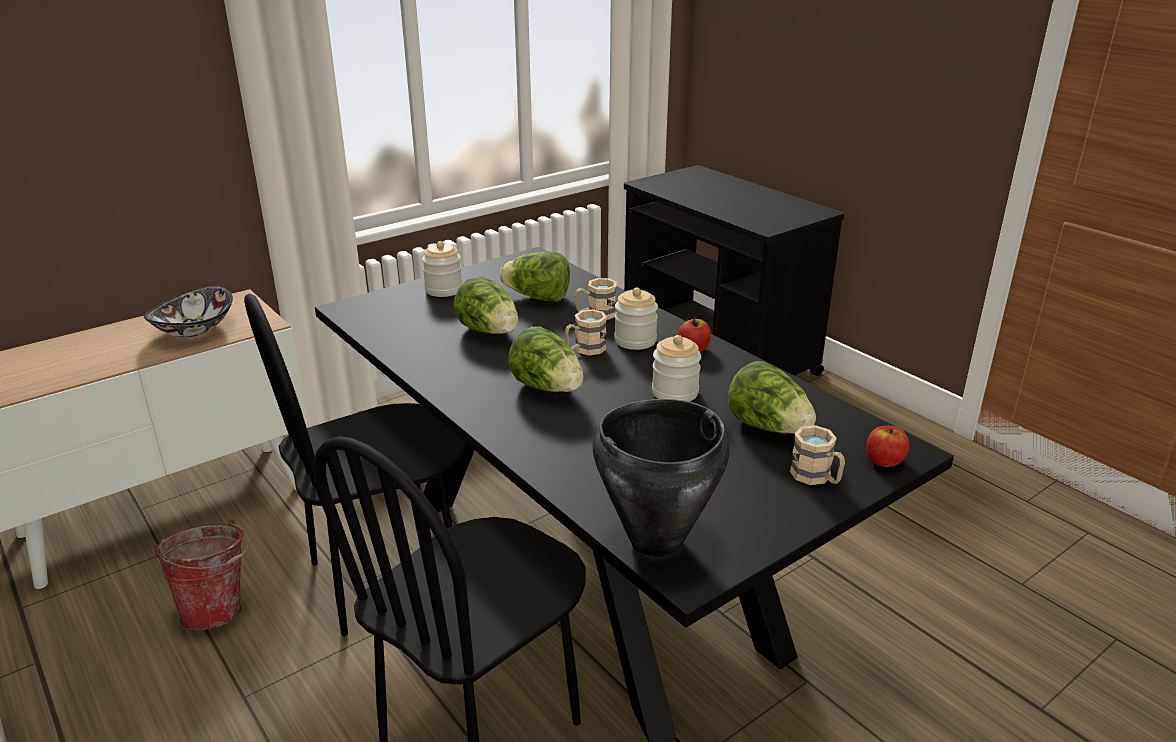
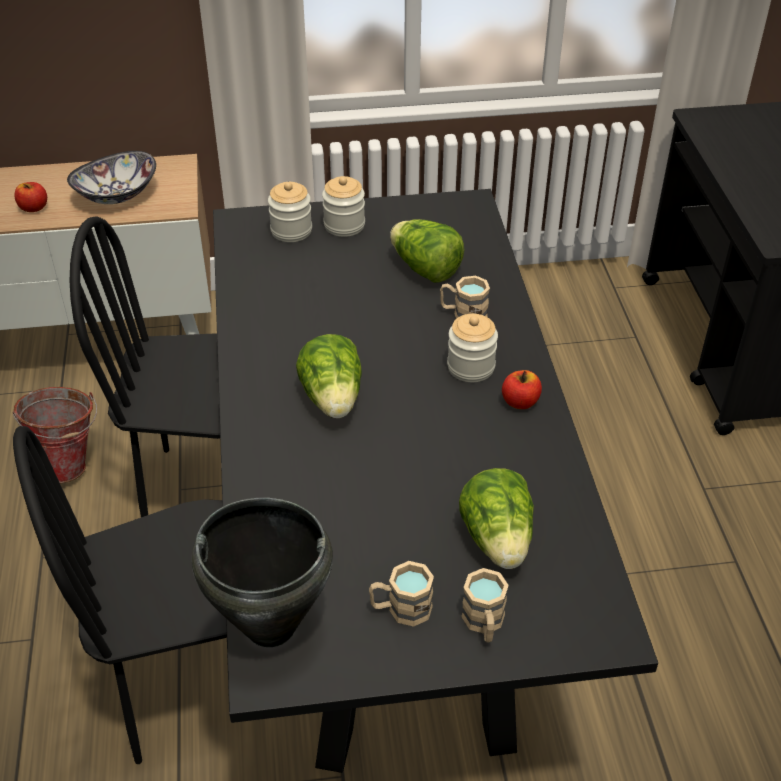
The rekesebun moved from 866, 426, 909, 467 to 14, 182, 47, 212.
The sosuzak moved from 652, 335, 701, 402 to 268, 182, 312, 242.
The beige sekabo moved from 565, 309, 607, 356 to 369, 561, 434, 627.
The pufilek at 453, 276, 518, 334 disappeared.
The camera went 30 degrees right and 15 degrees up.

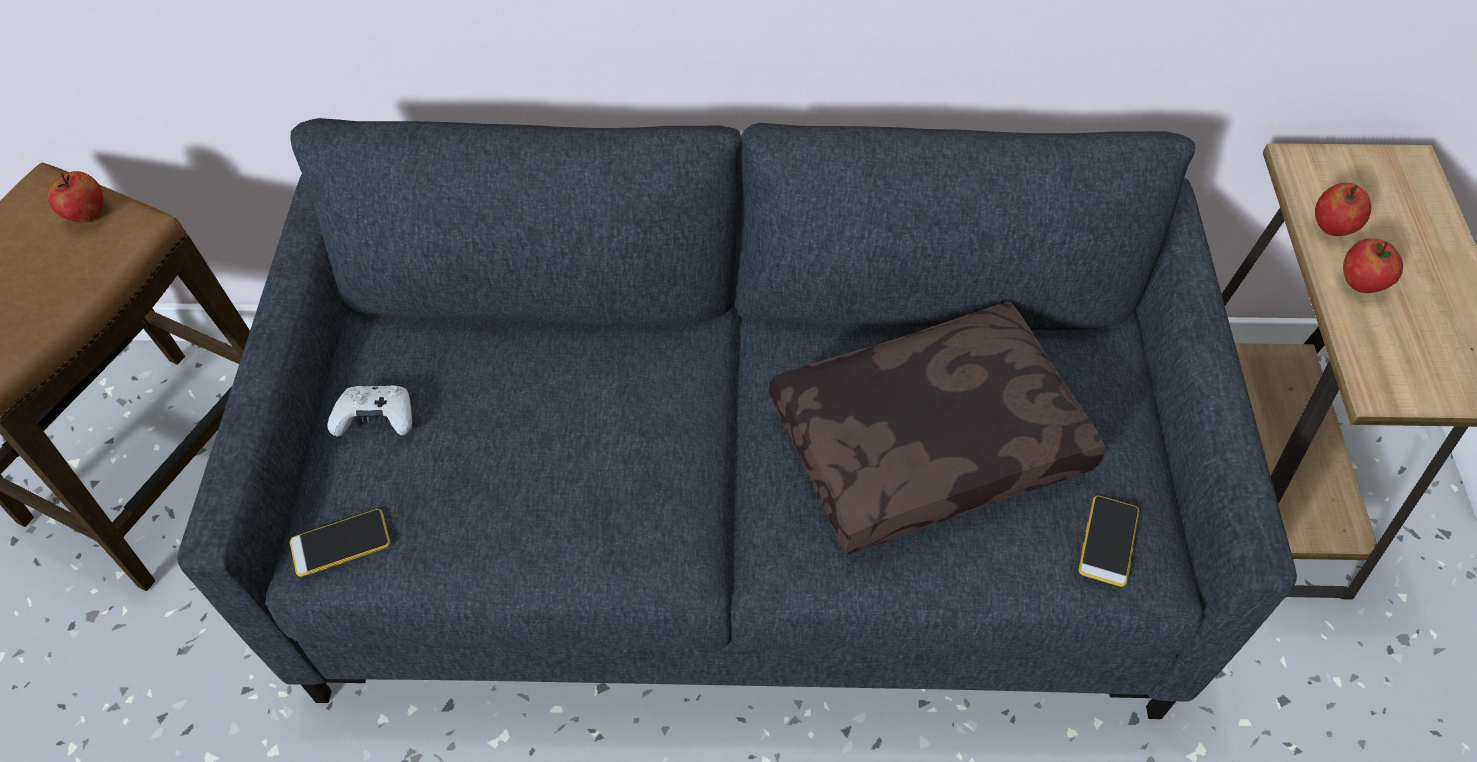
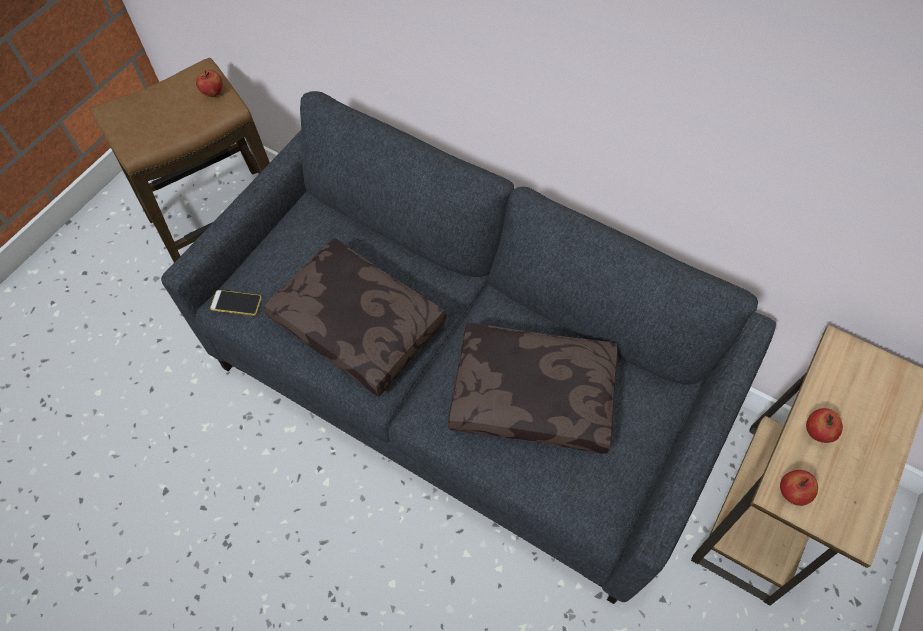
The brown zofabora at 264, 238, 447, 397 appeared.
The rekesebun moved from 1315, 183, 1371, 236 to 780, 470, 818, 506.
The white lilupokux at 327, 384, 412, 437 disappeared.
The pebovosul at 1078, 496, 1139, 587 disappeared.
The camera went 30 degrees right and 5 degrees up.

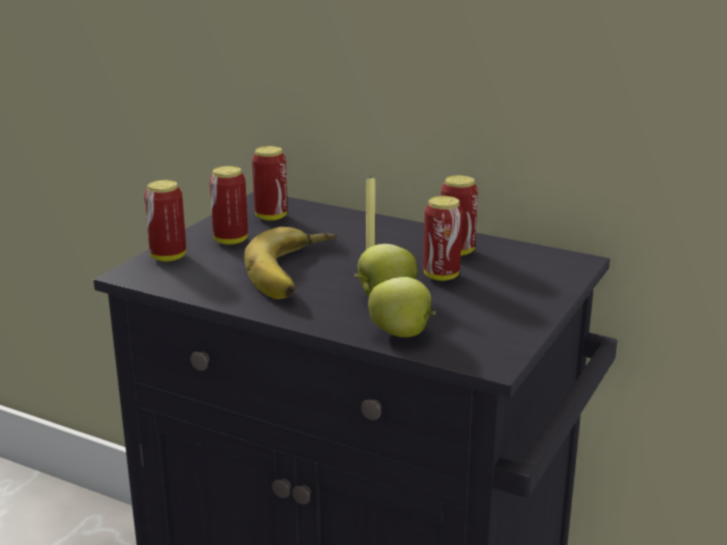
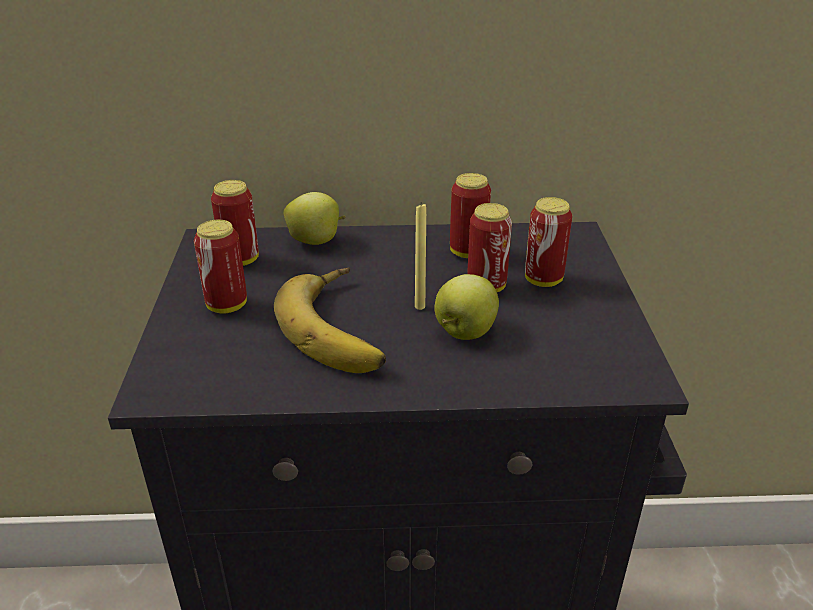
The rekesebun moved from 368, 277, 436, 337 to 284, 192, 345, 245.
The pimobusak moved from 144, 180, 186, 261 to 525, 197, 572, 287.
The camera went 30 degrees left and 10 degrees up.

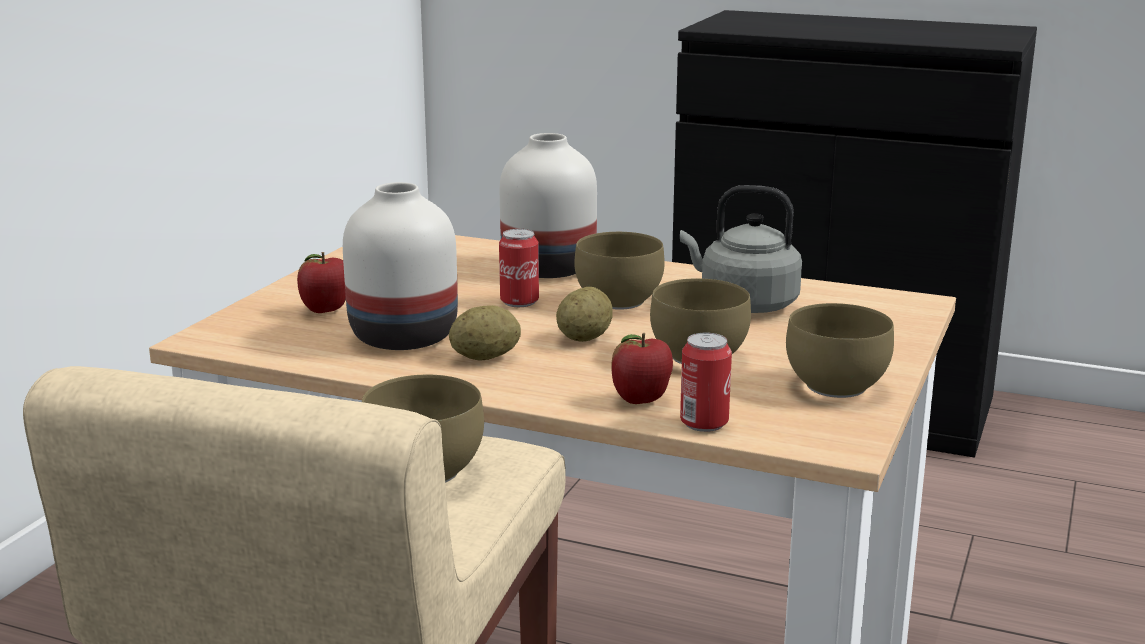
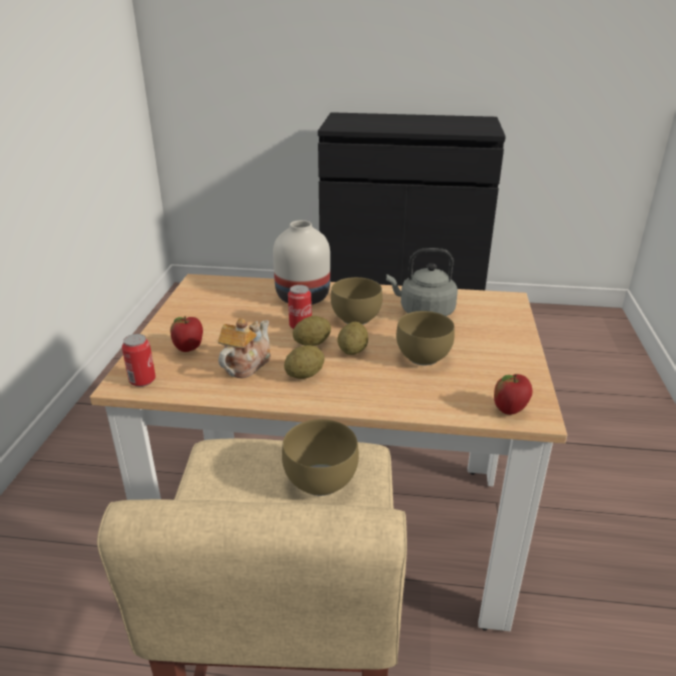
The pimobusak moved from 680, 333, 732, 432 to 122, 334, 156, 387.
The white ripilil at 343, 182, 458, 350 was replaced by the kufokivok at 218, 318, 271, 378.
The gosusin at 293, 316, 331, 346 appeared.
The rekesebun moved from 611, 333, 673, 404 to 494, 374, 532, 415.
The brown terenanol at 786, 303, 894, 398 disappeared.
The camera went 15 degrees left and 10 degrees up.

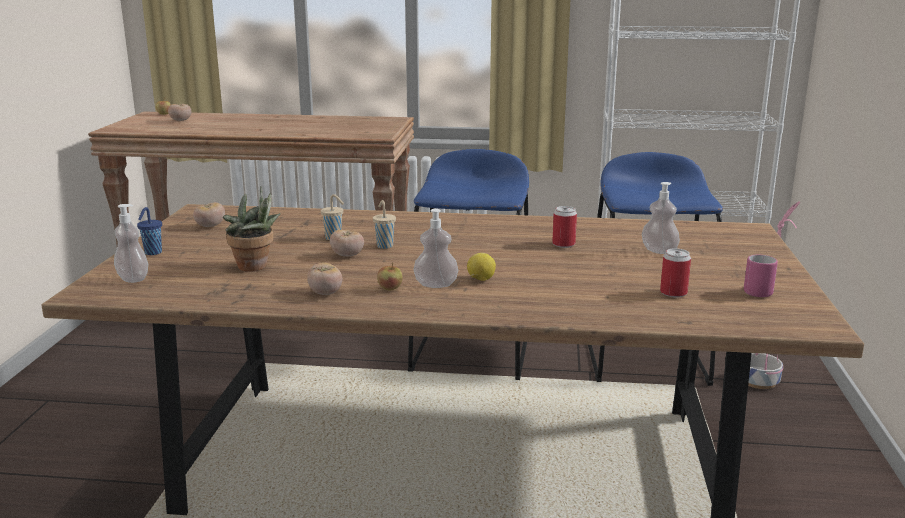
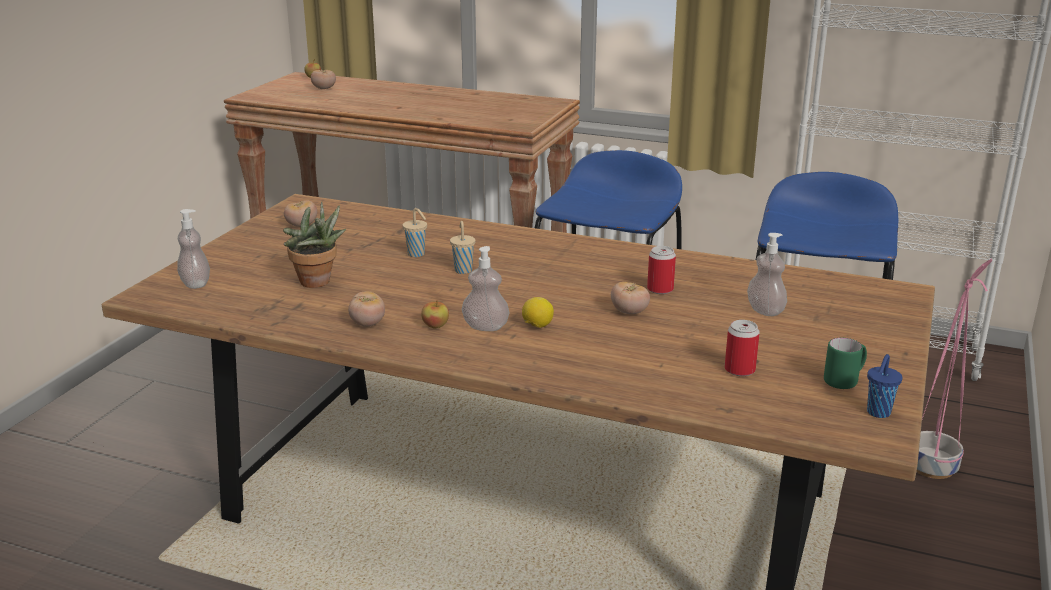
The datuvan moved from 330, 230, 364, 257 to 611, 282, 650, 314.
The pink sekabo at 744, 255, 778, 297 became the green sekabo at 824, 338, 867, 389.
The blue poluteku moved from 137, 207, 162, 255 to 867, 354, 902, 418.
The camera went 15 degrees right and 5 degrees up.

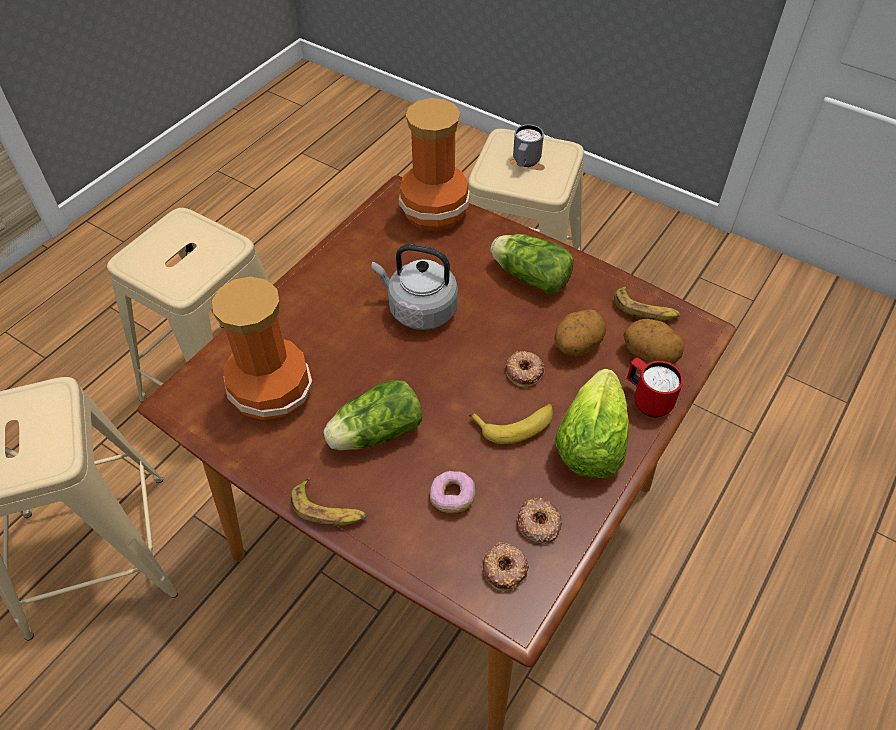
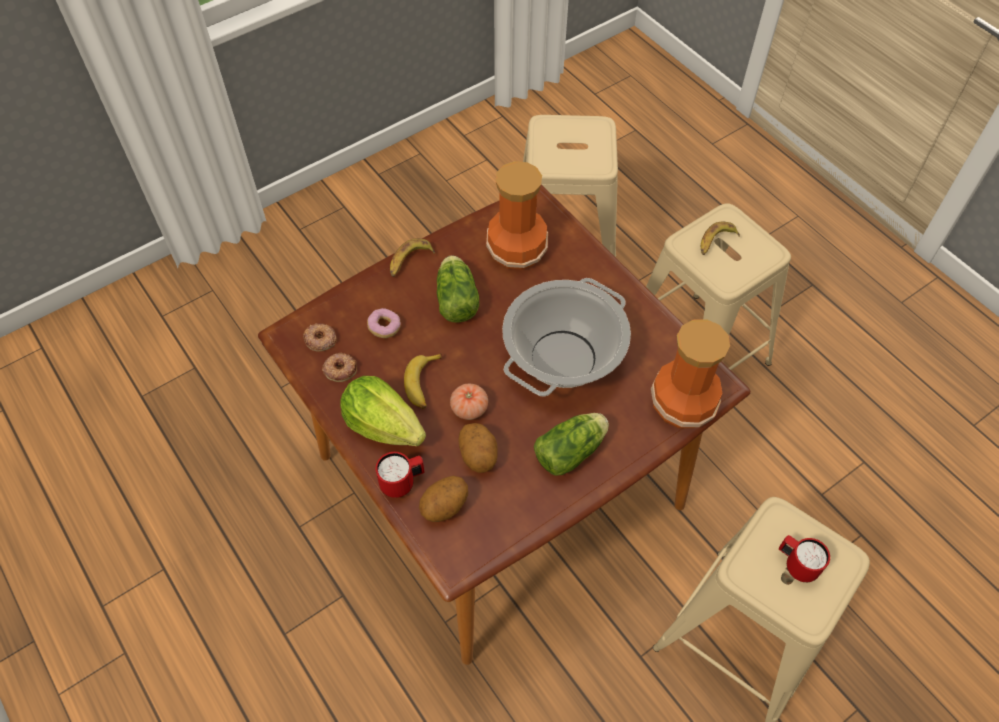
The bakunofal at 506, 351, 545, 388 was replaced by the datuvan at 450, 384, 488, 420.
The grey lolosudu at 371, 244, 458, 330 was replaced by the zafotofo at 502, 278, 631, 397.
The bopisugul moved from 614, 285, 681, 321 to 701, 221, 740, 255.
The grey sekabo at 513, 124, 544, 167 became the red sekabo at 779, 535, 830, 582.
The camera went 110 degrees right and 5 degrees up.

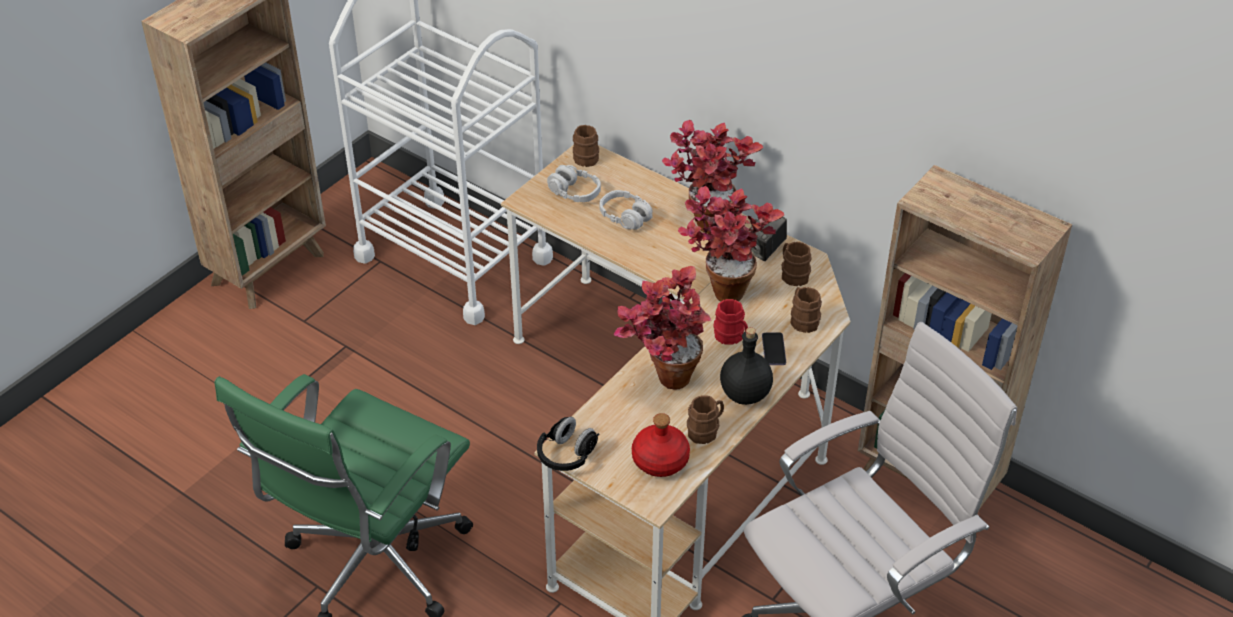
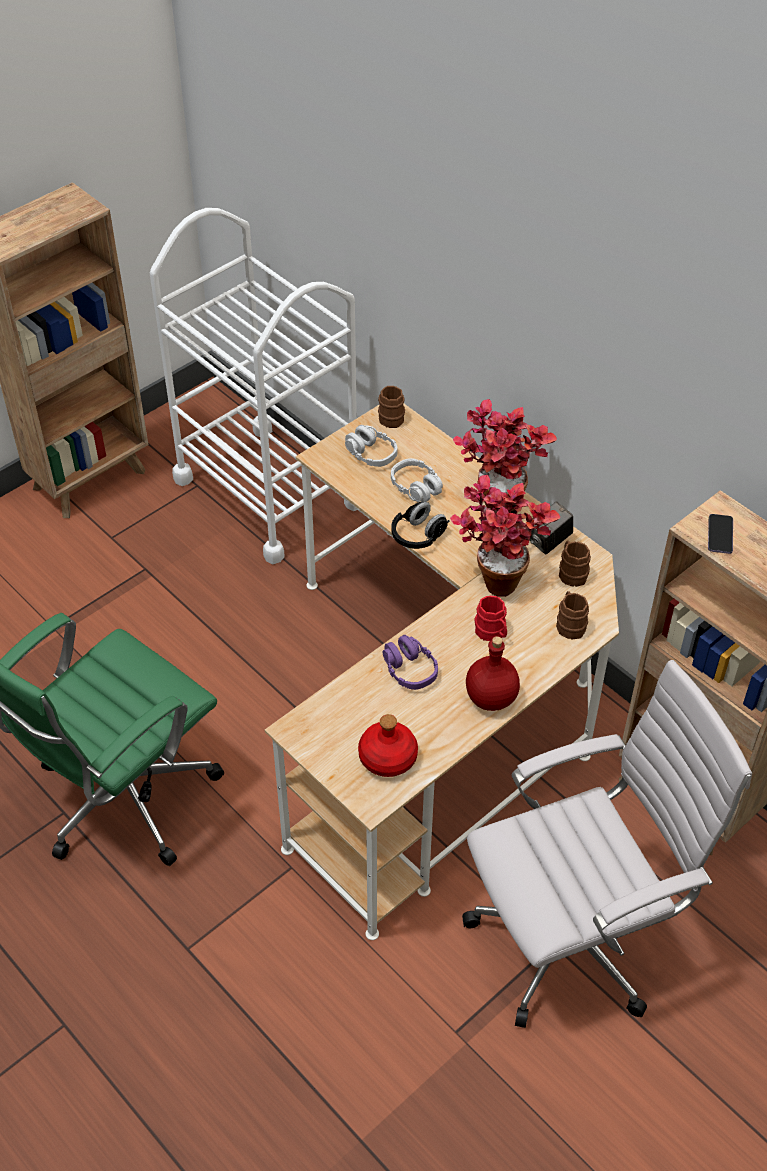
The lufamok at 613, 266, 711, 390 was replaced by the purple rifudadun at 382, 635, 438, 690.
The black rifudadun moved from 537, 417, 599, 471 to 391, 502, 450, 549.
The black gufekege at 720, 327, 773, 405 became the red gufekege at 466, 636, 520, 711.
The pebovosul moved from 762, 332, 786, 365 to 708, 514, 733, 554.
The brown sekabo at 687, 395, 724, 444 disappeared.
The camera went 10 degrees right and 5 degrees up.

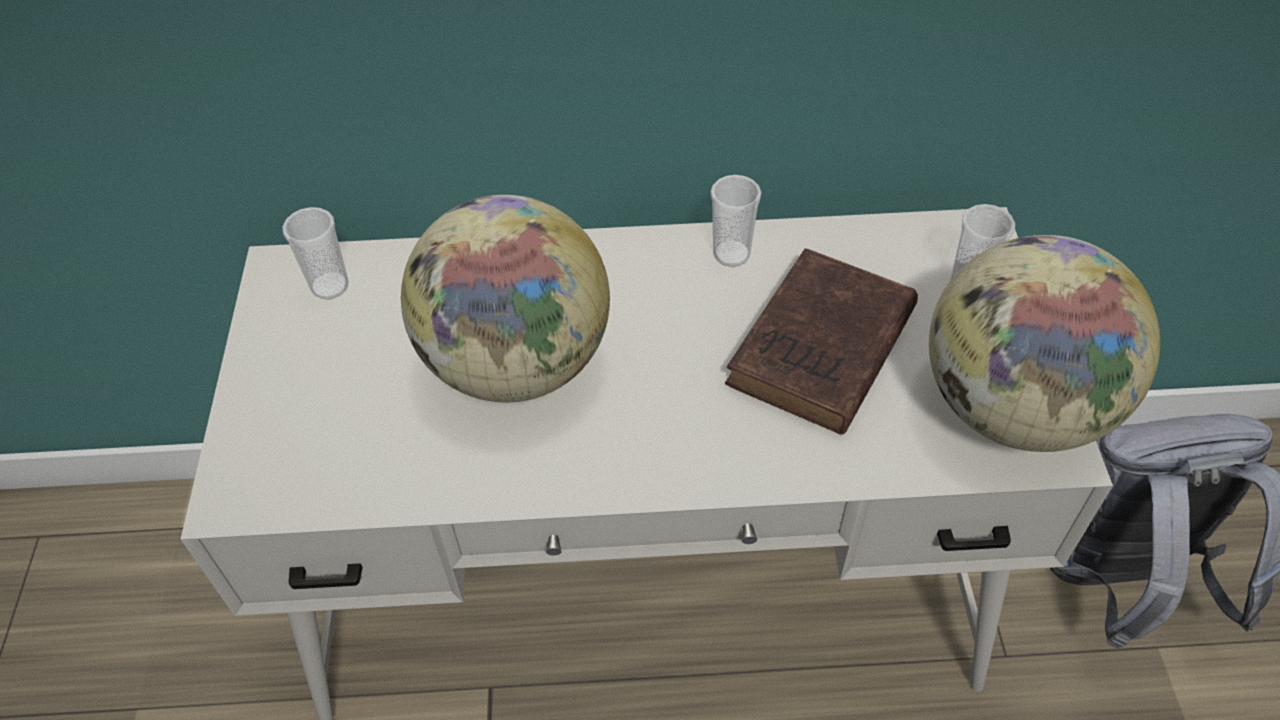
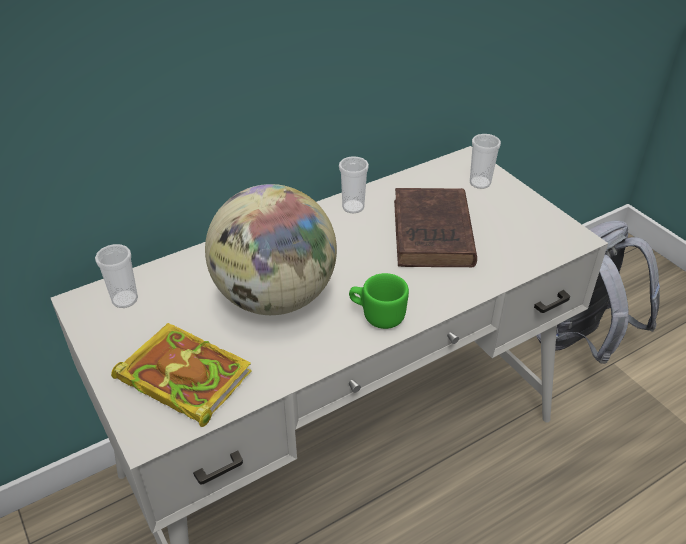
The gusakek at 111, 323, 252, 427 appeared.
The green sekabo at 349, 273, 409, 329 appeared.
The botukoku at 929, 235, 1160, 452 disappeared.
The camera went 30 degrees left and 10 degrees down.

